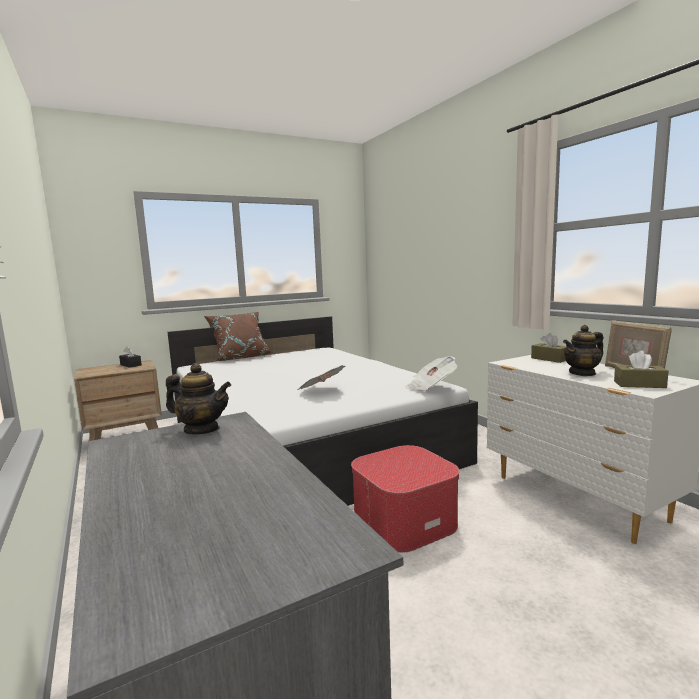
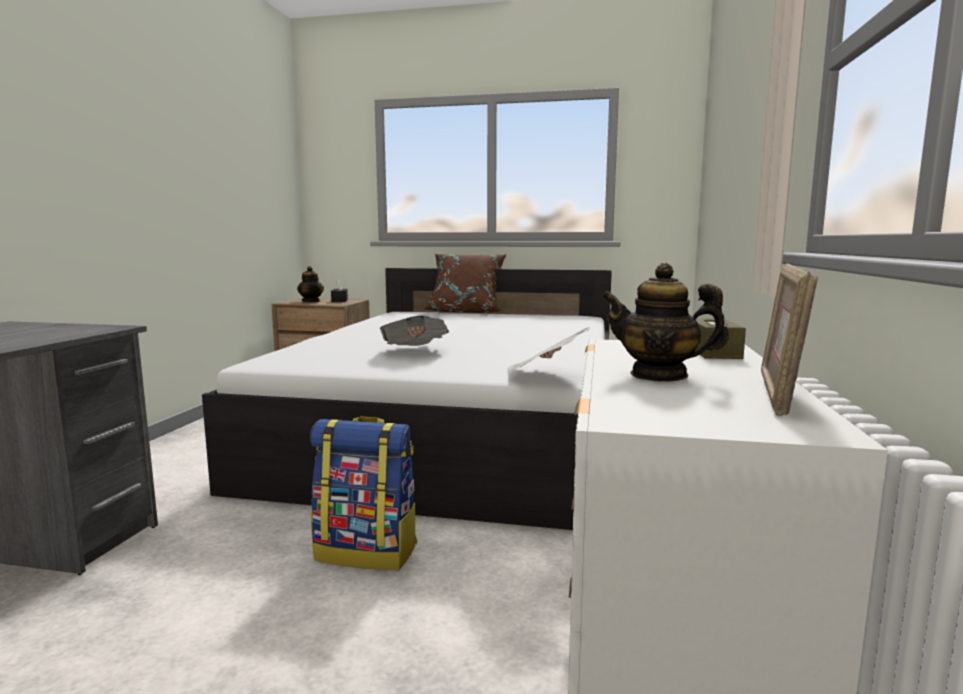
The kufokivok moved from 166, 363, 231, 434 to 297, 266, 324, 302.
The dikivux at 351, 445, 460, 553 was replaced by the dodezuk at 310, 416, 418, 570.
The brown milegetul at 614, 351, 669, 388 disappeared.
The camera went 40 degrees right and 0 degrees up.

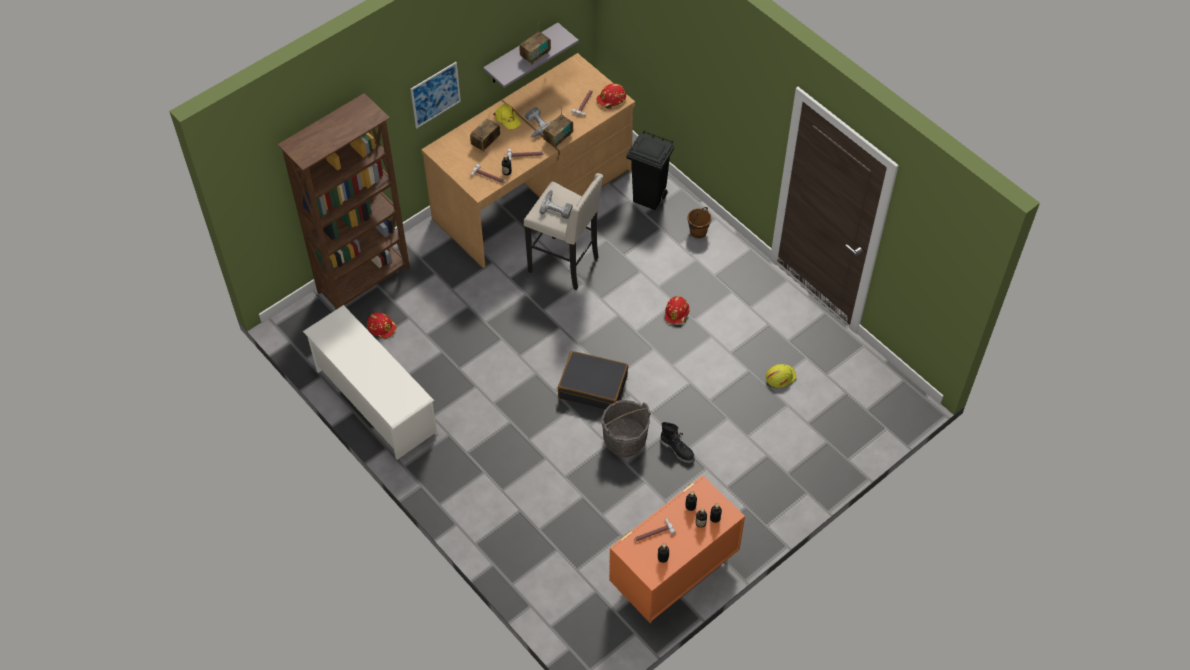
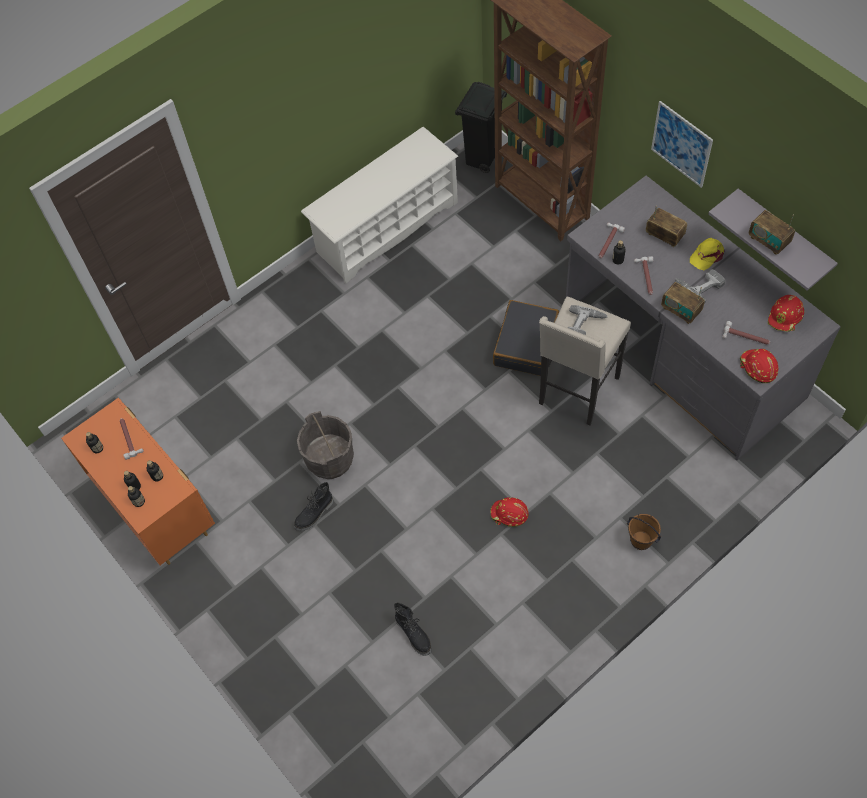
The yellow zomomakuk at 766, 364, 796, 388 was replaced by the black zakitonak at 394, 602, 432, 656.
The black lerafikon moved from 626, 130, 674, 210 to 455, 82, 507, 173.
The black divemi moved from 558, 351, 628, 410 to 493, 300, 559, 376.
The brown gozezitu at 421, 53, 635, 269 became the grey gozezitu at 566, 175, 841, 460.
The red zomomakuk moved from 367, 312, 397, 339 to 768, 295, 804, 332.
The camera went 95 degrees right and 5 degrees up.

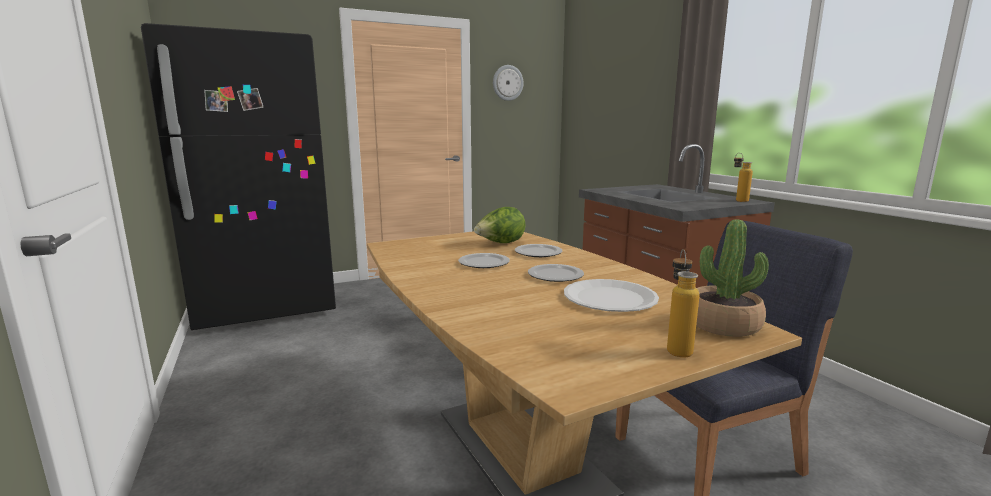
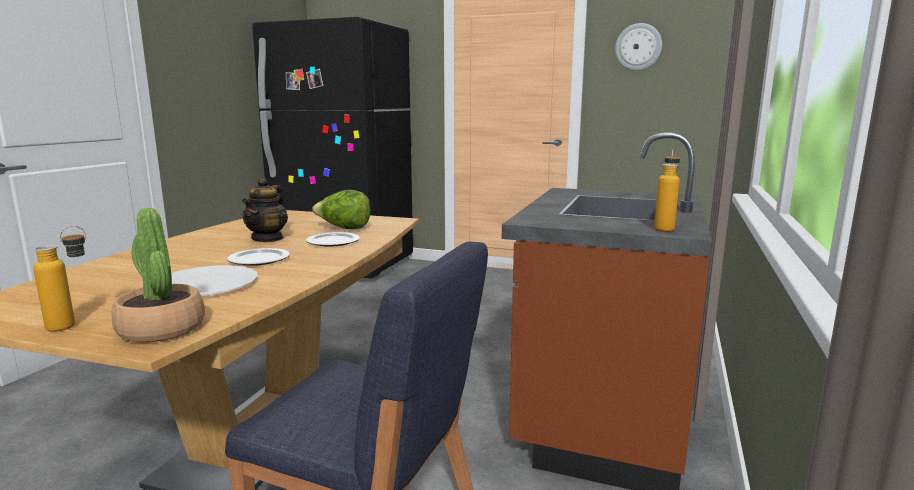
The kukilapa at 458, 253, 510, 268 was replaced by the kufokivok at 242, 177, 288, 242.
The camera went 45 degrees right and 0 degrees up.

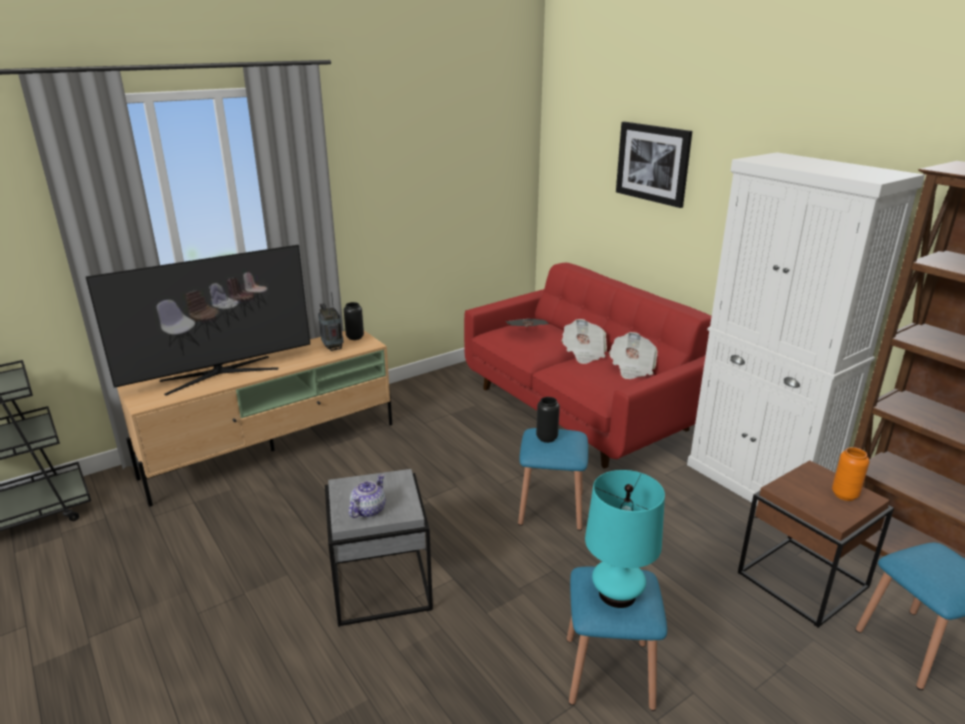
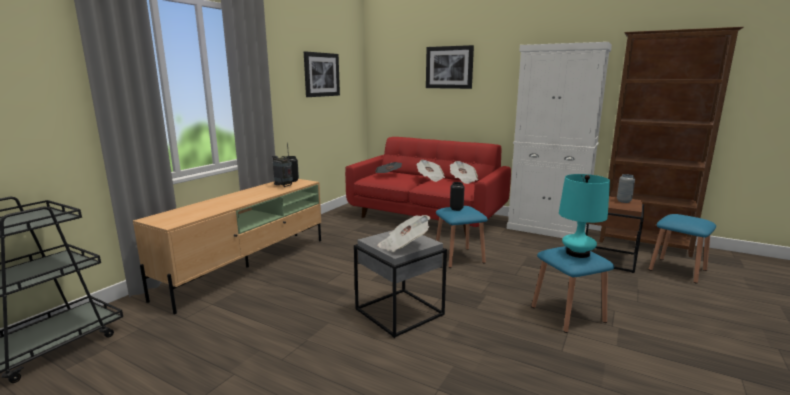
The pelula at 304, 51, 340, 97 appeared.
The kufokivok at 349, 474, 386, 518 was replaced by the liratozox at 378, 215, 431, 252.
The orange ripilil at 832, 447, 869, 501 became the grey ripilil at 617, 174, 635, 203.
The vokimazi at 86, 245, 310, 396 disappeared.
The camera went 25 degrees left and 10 degrees down.

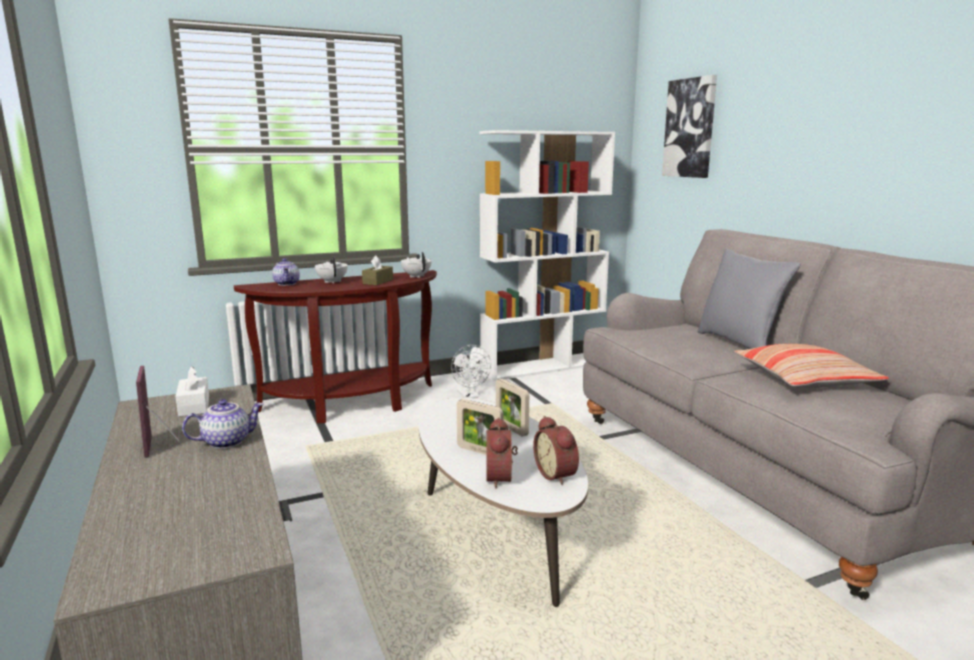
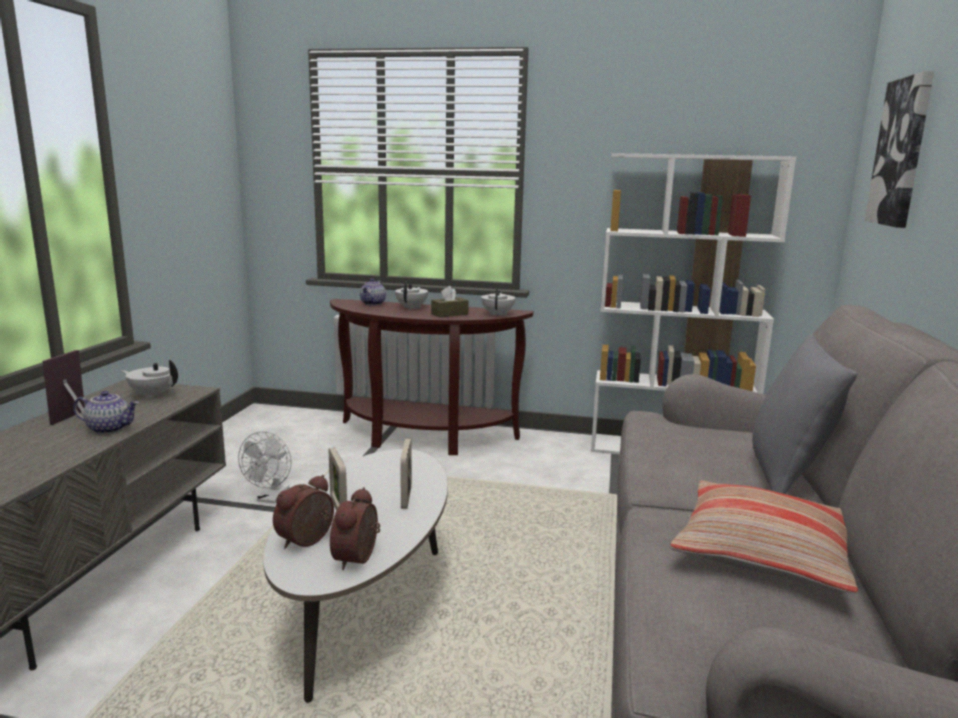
The white milegetul at 175, 366, 209, 417 was replaced by the white kufokivok at 121, 360, 178, 399.
The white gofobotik moved from 451, 345, 491, 398 to 238, 431, 292, 503.
The camera went 35 degrees right and 0 degrees up.

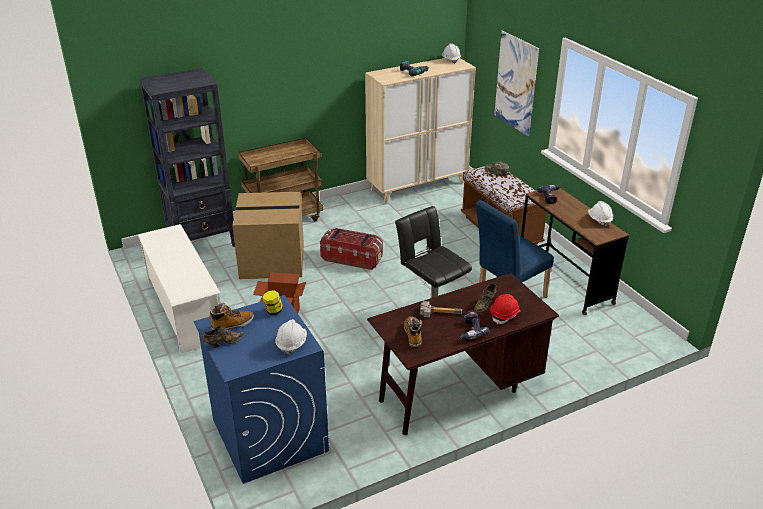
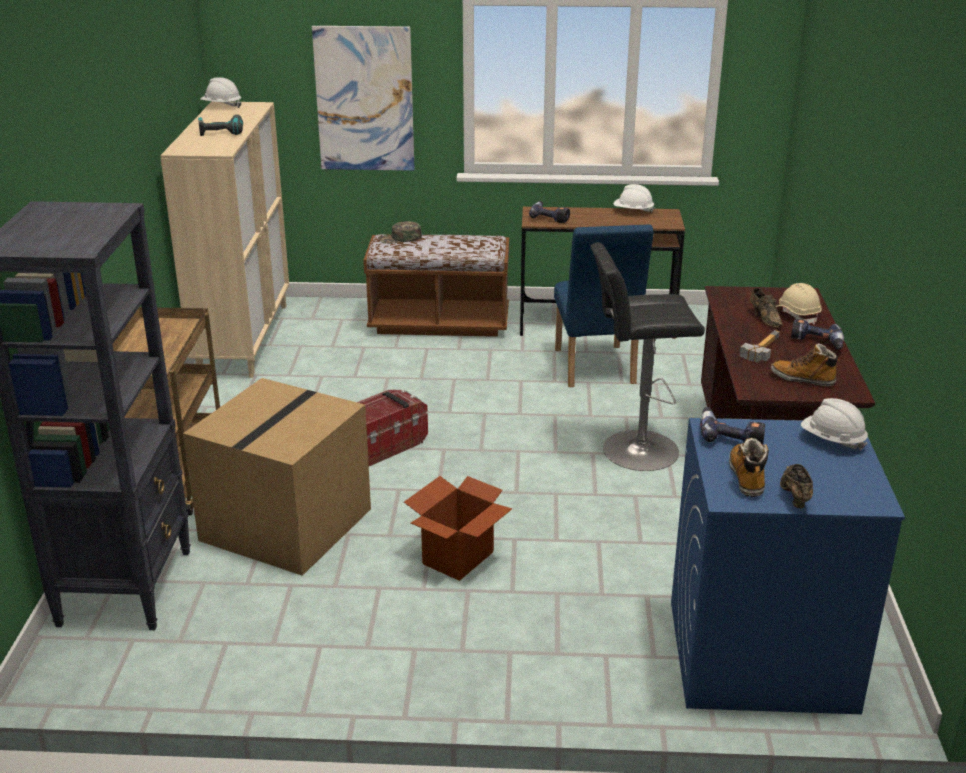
The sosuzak at 263, 290, 283, 315 was replaced by the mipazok at 700, 407, 765, 445.
The red zomomakuk at 490, 294, 521, 325 became the beige zomomakuk at 776, 283, 822, 325.
The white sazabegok at 138, 224, 221, 354 disappeared.
The camera went 60 degrees left and 5 degrees down.

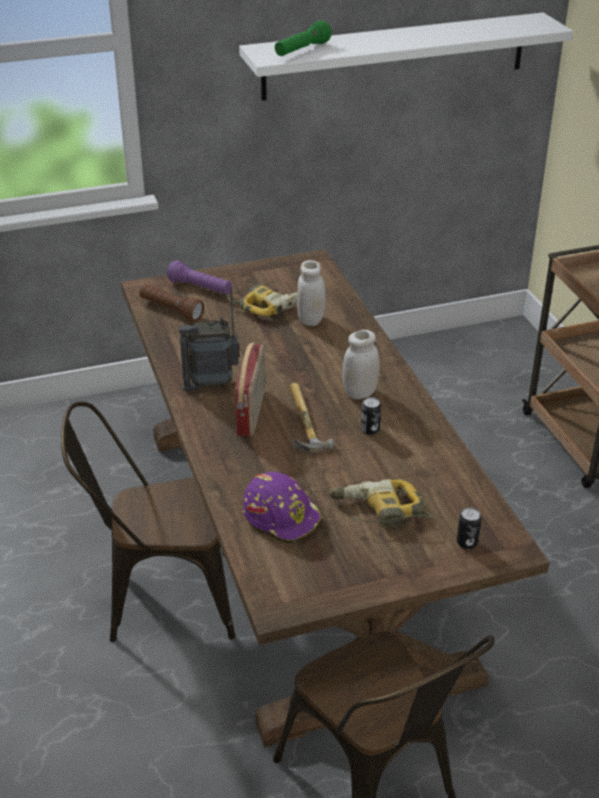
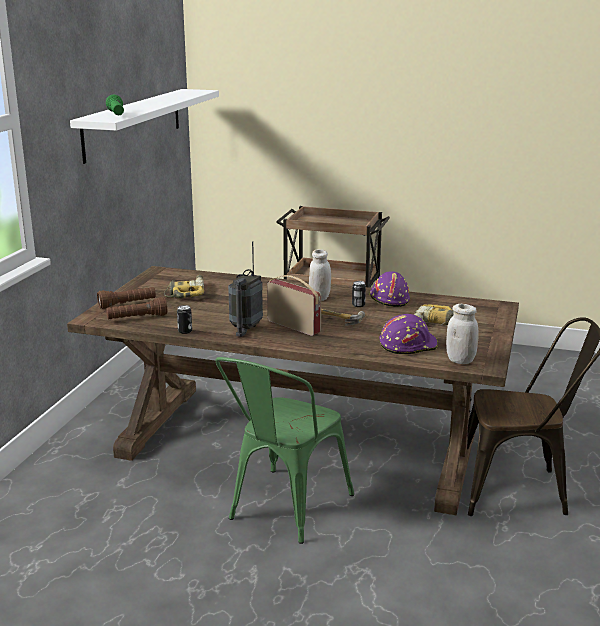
The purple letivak at 167, 260, 232, 294 became the brown letivak at 97, 287, 156, 309.
The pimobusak moved from 457, 507, 482, 549 to 177, 305, 192, 334.
The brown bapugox at 61, 402, 235, 642 became the green bapugox at 215, 357, 354, 544.
The purple zomomakuk at 370, 271, 410, 307 appeared.
The white sosuzak moved from 297, 260, 326, 326 to 446, 304, 478, 364.
The camera went 55 degrees left and 15 degrees down.

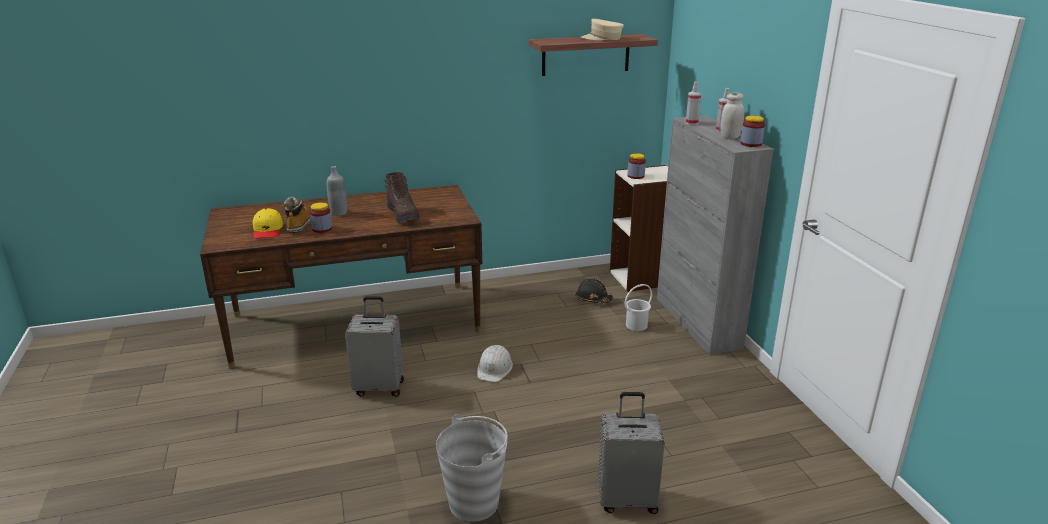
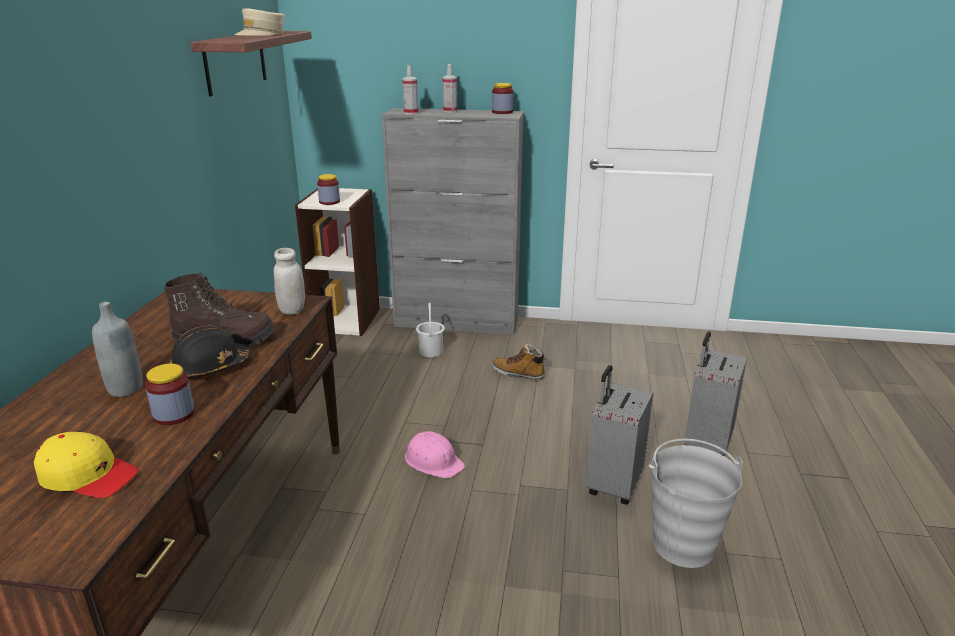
The black zomomakuk moved from 575, 278, 613, 303 to 169, 325, 251, 379.
The white sosuzak moved from 720, 93, 744, 139 to 274, 248, 305, 315.
The white zomomakuk at 477, 345, 513, 382 became the pink zomomakuk at 405, 431, 465, 479.
The zakitonak moved from 284, 197, 311, 233 to 492, 343, 546, 380.
The grey divemi moved from 345, 296, 404, 397 to 586, 365, 654, 505.
The camera went 65 degrees left and 0 degrees up.

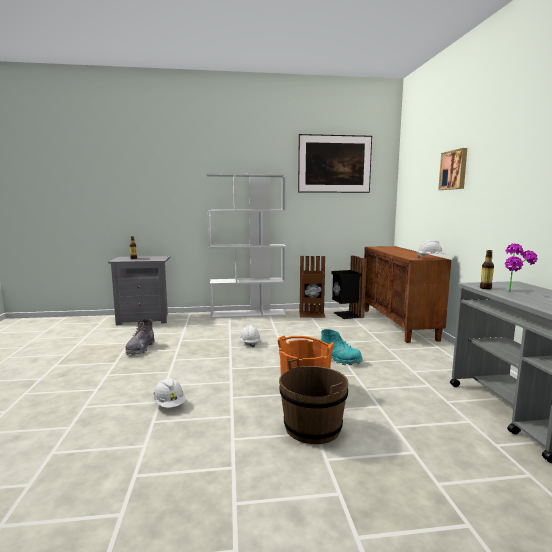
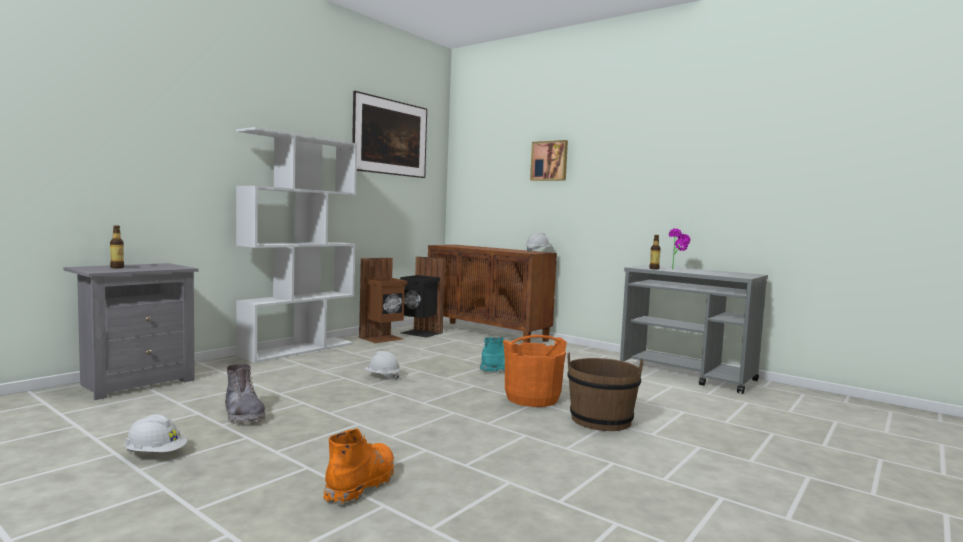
The white zomomakuk moved from 153, 378, 185, 408 to 124, 414, 187, 452.
The orange zakitonak at 323, 428, 394, 505 appeared.
The camera went 45 degrees left and 5 degrees down.

